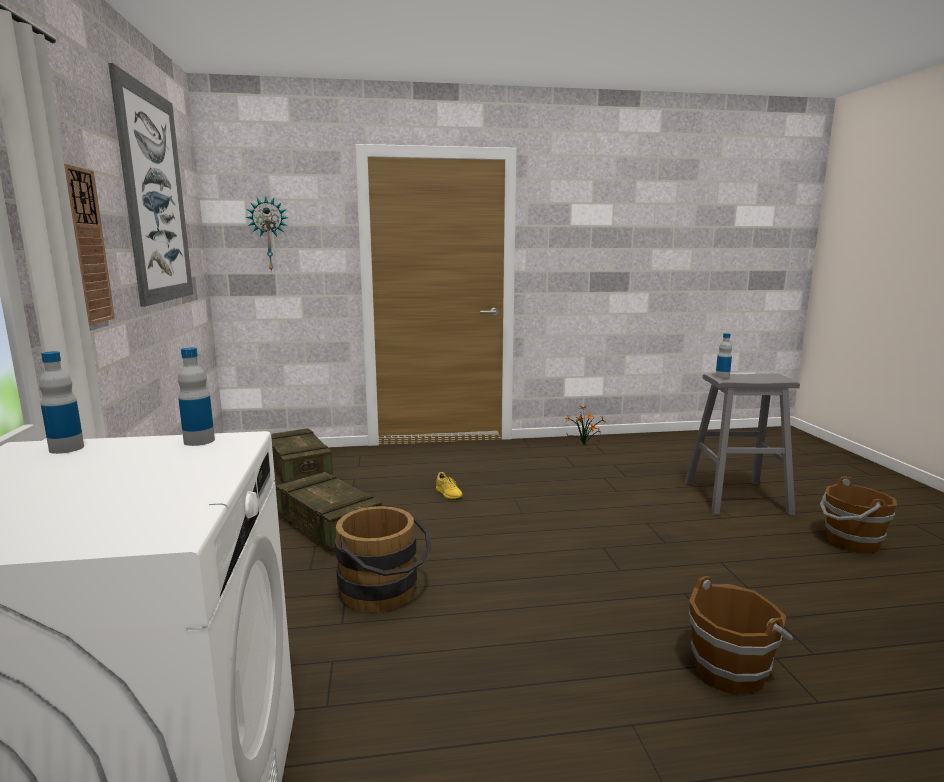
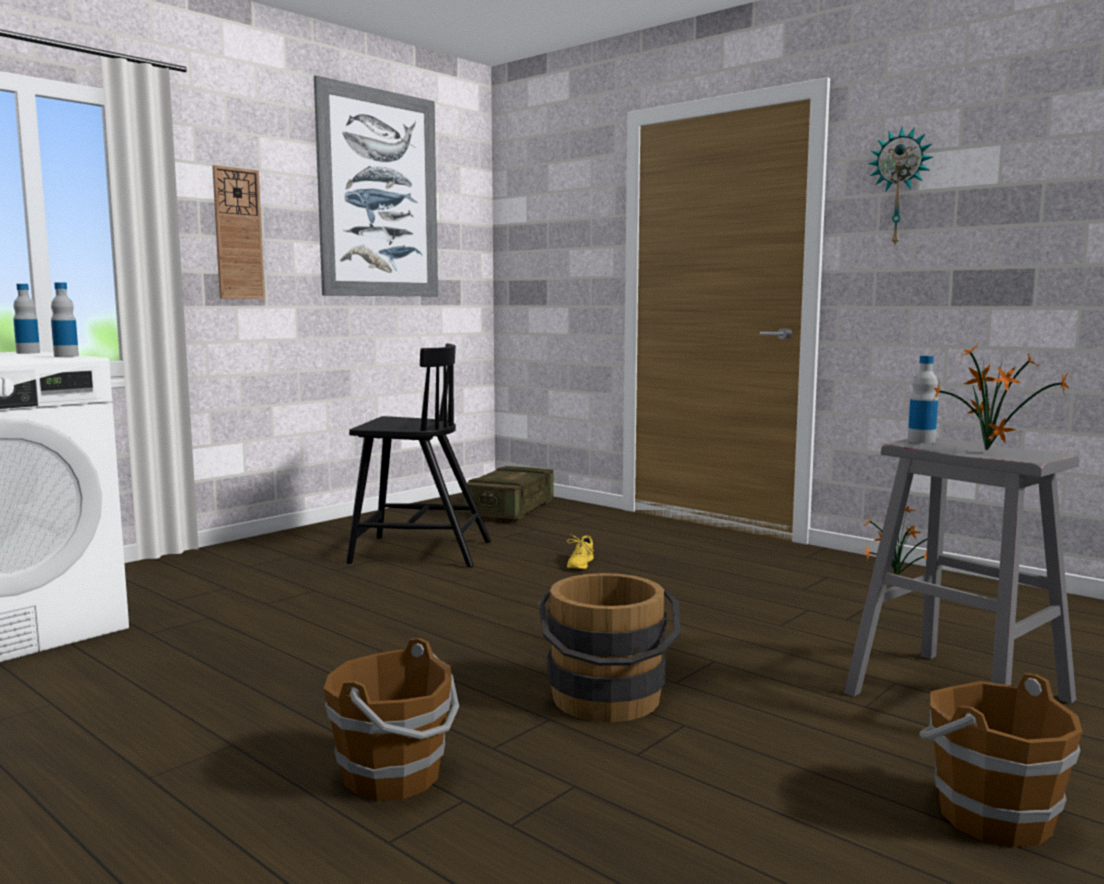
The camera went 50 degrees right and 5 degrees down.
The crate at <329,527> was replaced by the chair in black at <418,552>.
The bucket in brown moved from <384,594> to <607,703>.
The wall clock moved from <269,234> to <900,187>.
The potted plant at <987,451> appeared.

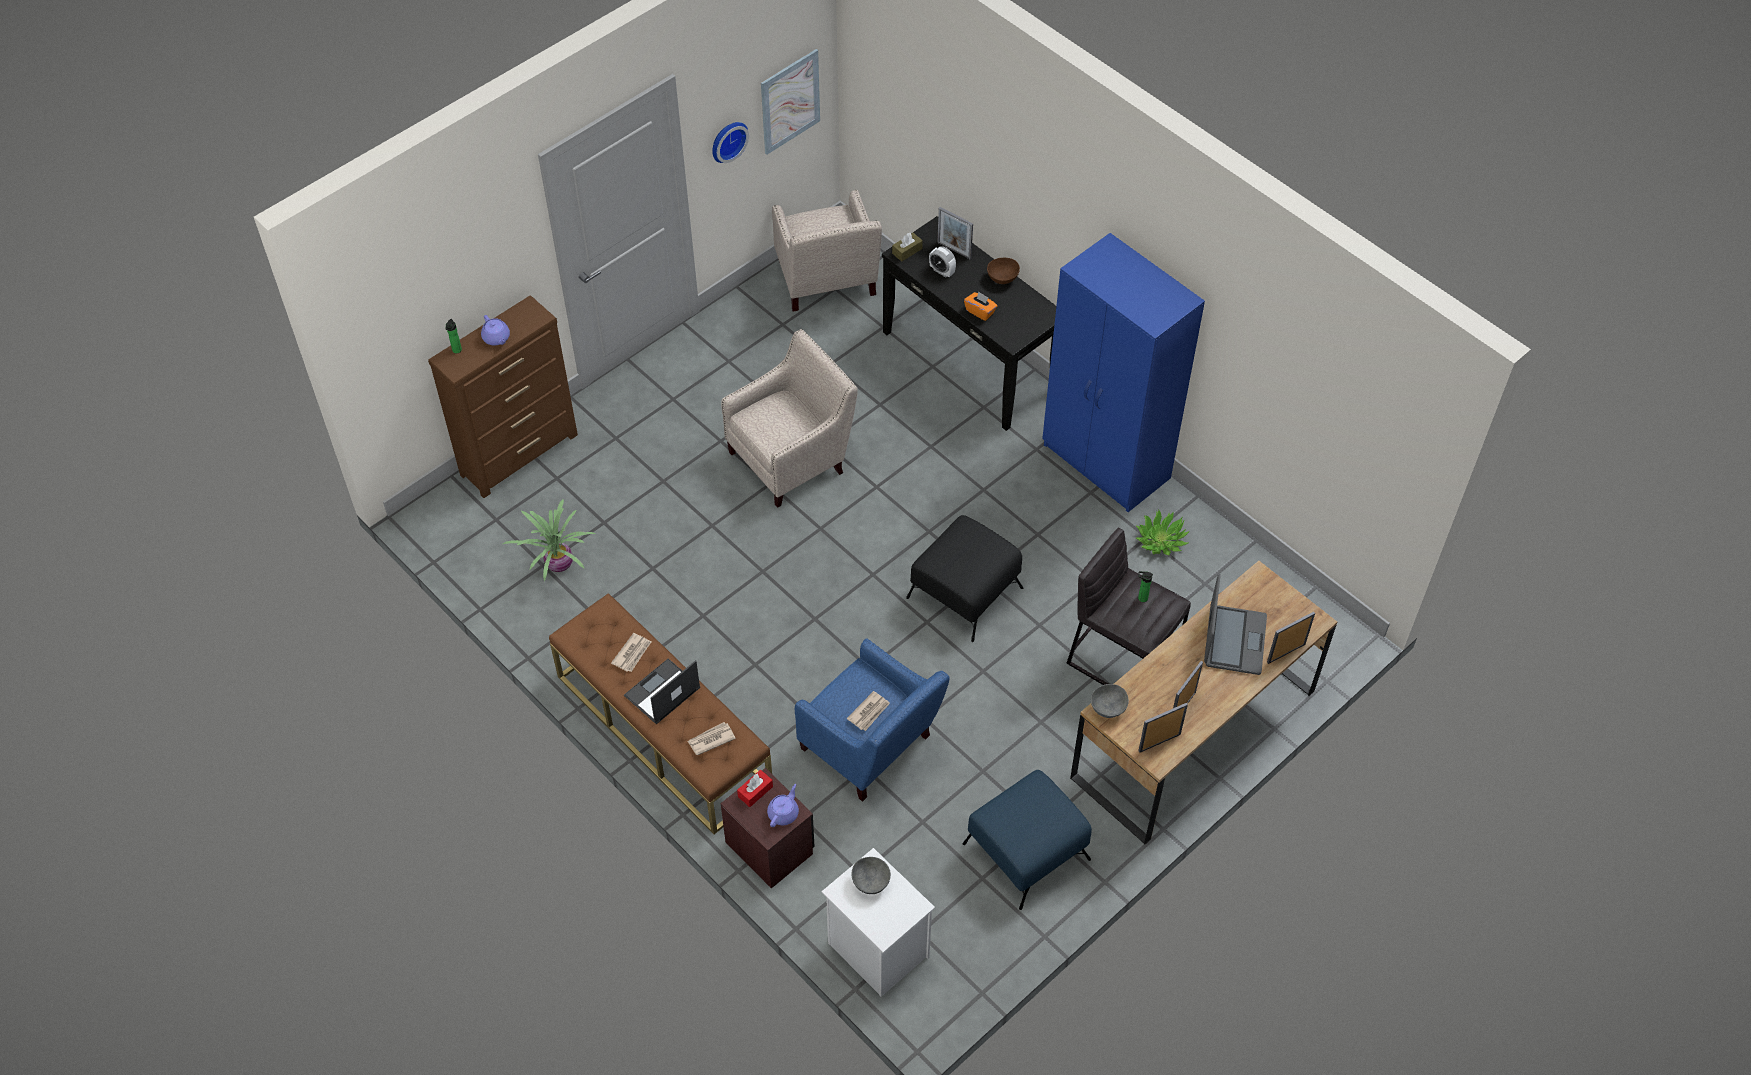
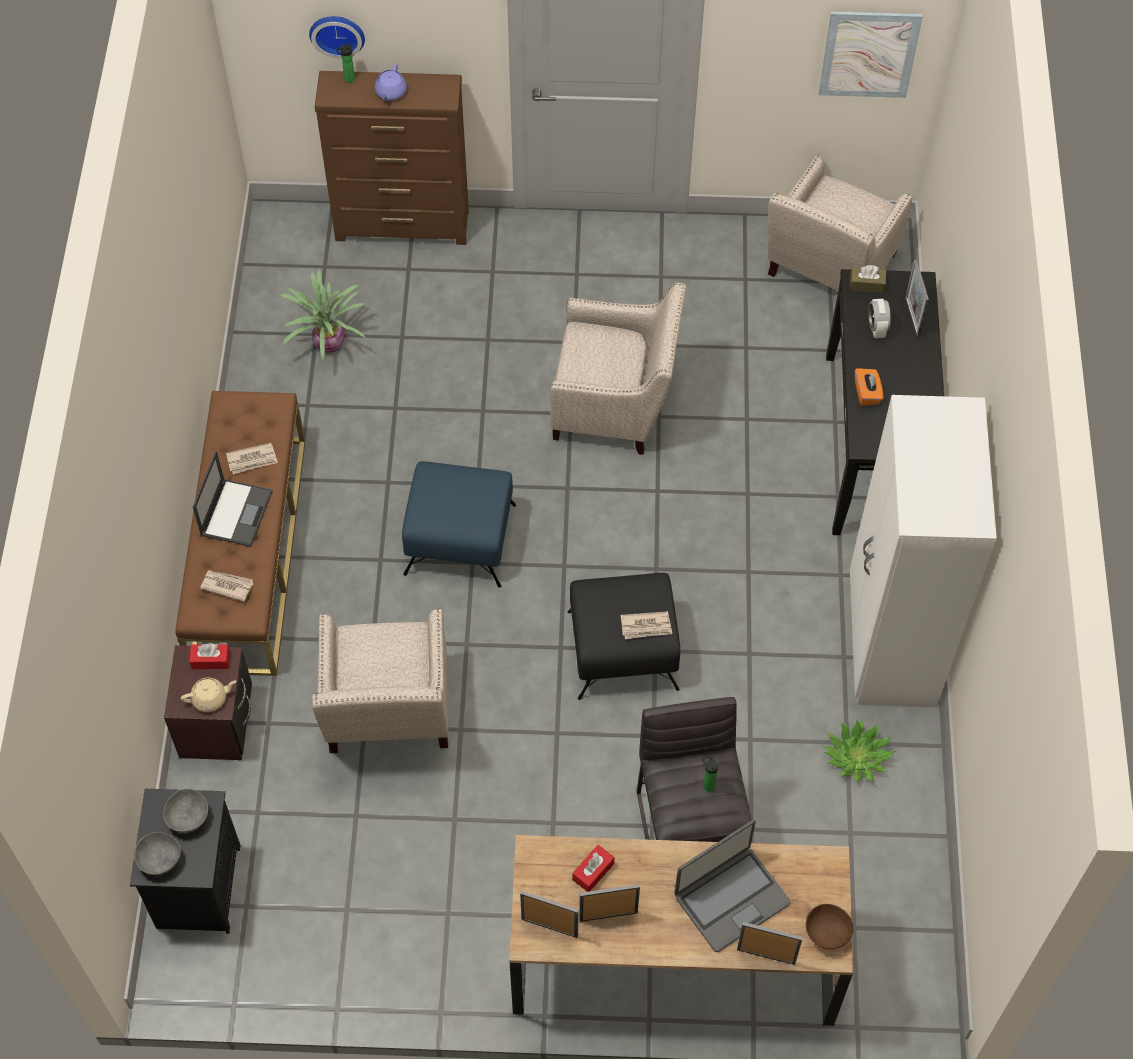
The camera went 45 degrees right and 5 degrees up.
The nightstand in white at <875,949> became the nightstand in black at <197,885>.
The bowl in grey moved from <1109,708> to <161,861>.
The teapot in purple at <783,813> became the teapot in beige at <210,698>.
The laptop at <661,692> turned 105 degrees clockwise.
The wall clock moved from <727,140> to <337,33>.
The armchair in blue at <870,749> became the armchair in beige at <387,715>.
The ottoman in blue moved from <1025,851> to <459,538>.
The tissue box in red at <593,871> appeared.
The newspaper moved from <869,712> to <646,626>.
The bowl in brown moved from <1003,279> to <827,934>.
The wardrobe in blue at <1106,463> became the wardrobe in white at <890,642>.

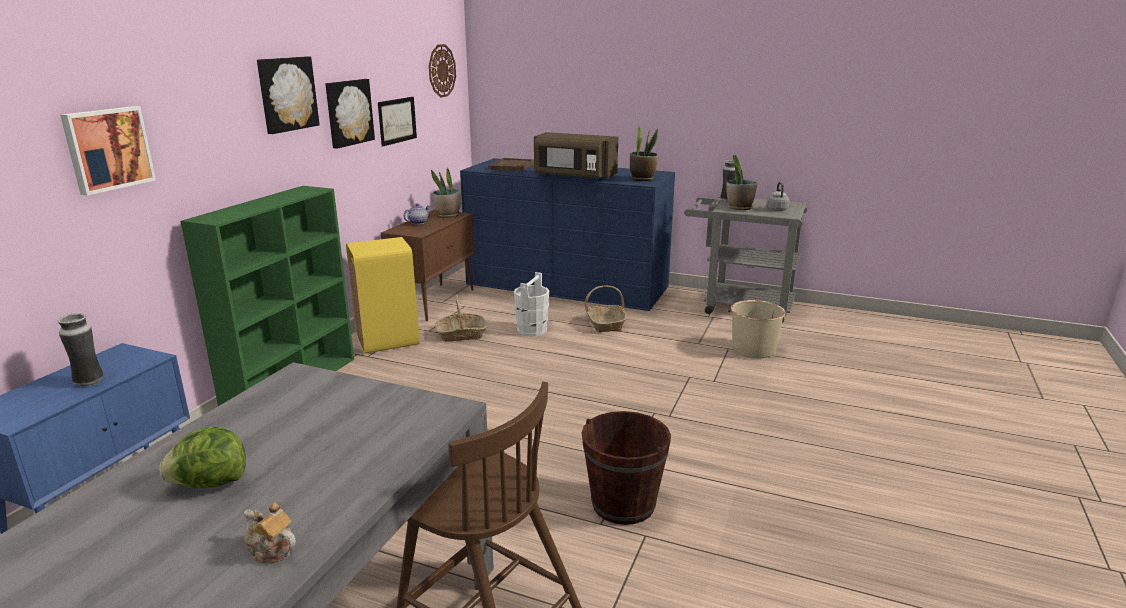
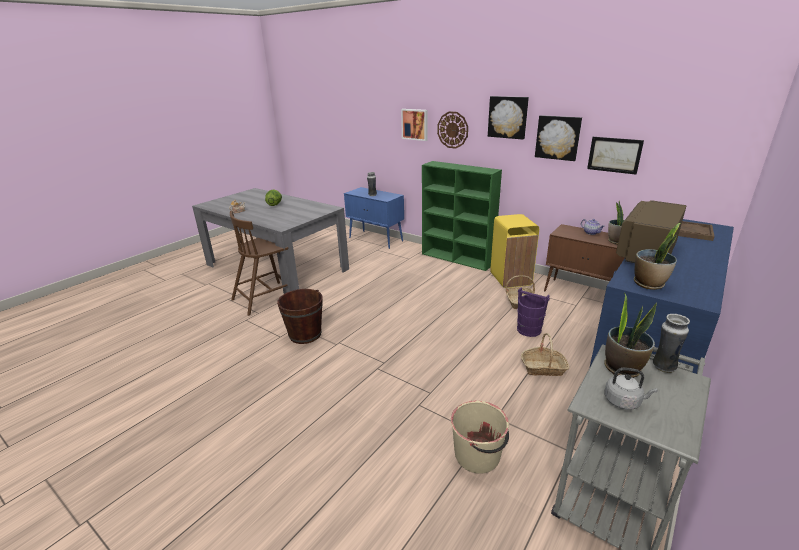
The camera went 105 degrees right and 5 degrees up.
The wall clock moved from <441,70> to <452,130>.
The bucket in white at <532,330> became the bucket in purple at <529,330>.

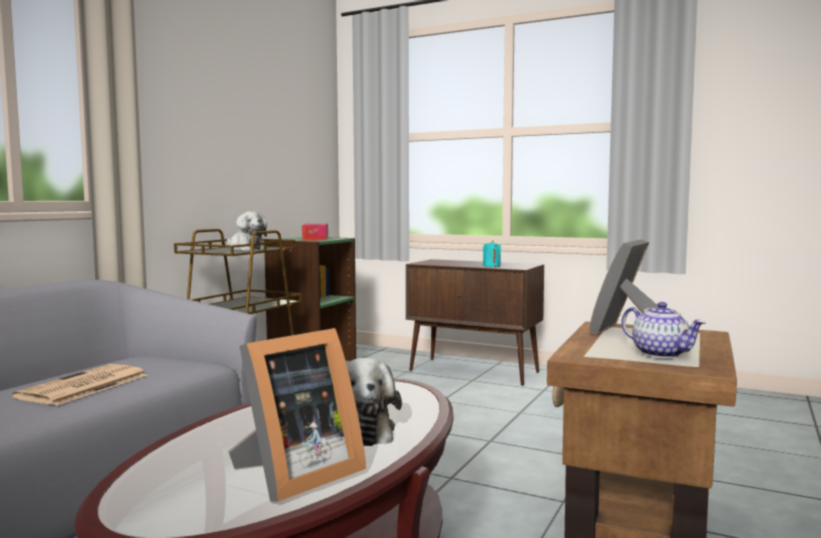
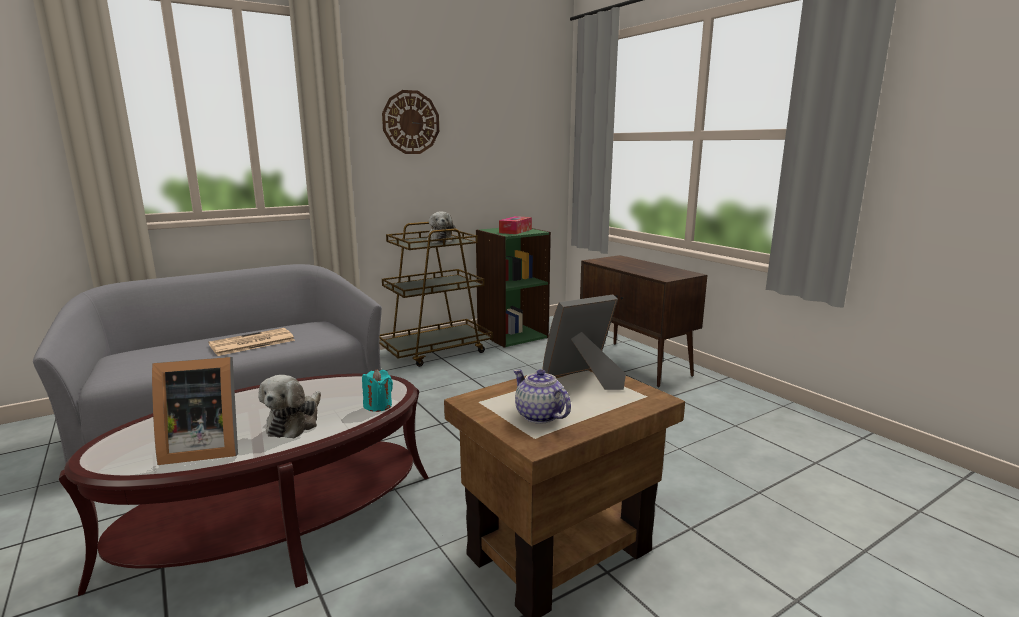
The camera went 30 degrees right and 10 degrees up.
The candle in turquoise moved from <491,266> to <378,406>.
The wall clock at <411,122> appeared.
The teapot at <661,354> turned 150 degrees clockwise.

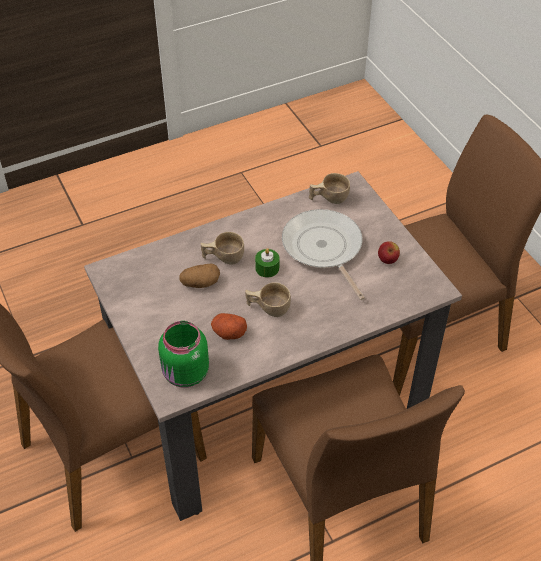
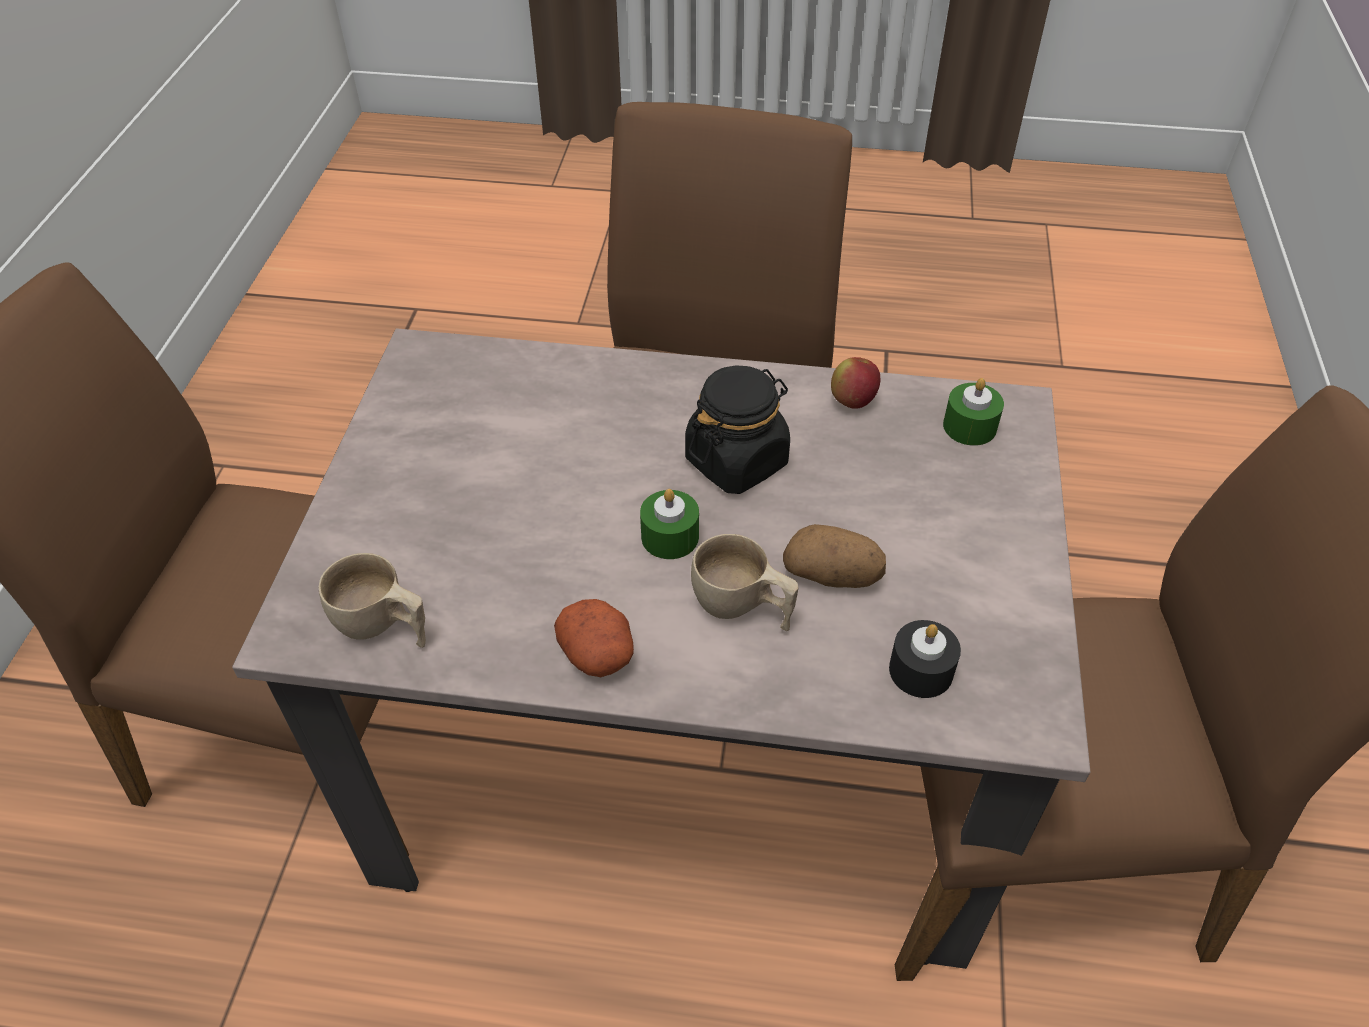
The camera went 145 degrees left and 0 degrees up.
The potato moved from <228,333> to <598,654>.
The cup in beige at <268,308> was replaced by the jar in black at <737,461>.
The apple moved from <387,260> to <852,401>.
The candle in black at <921,670> appeared.
The jar in green at <185,374> was replaced by the candle in green at <969,426>.
The frying pan at <323,249> disappeared.

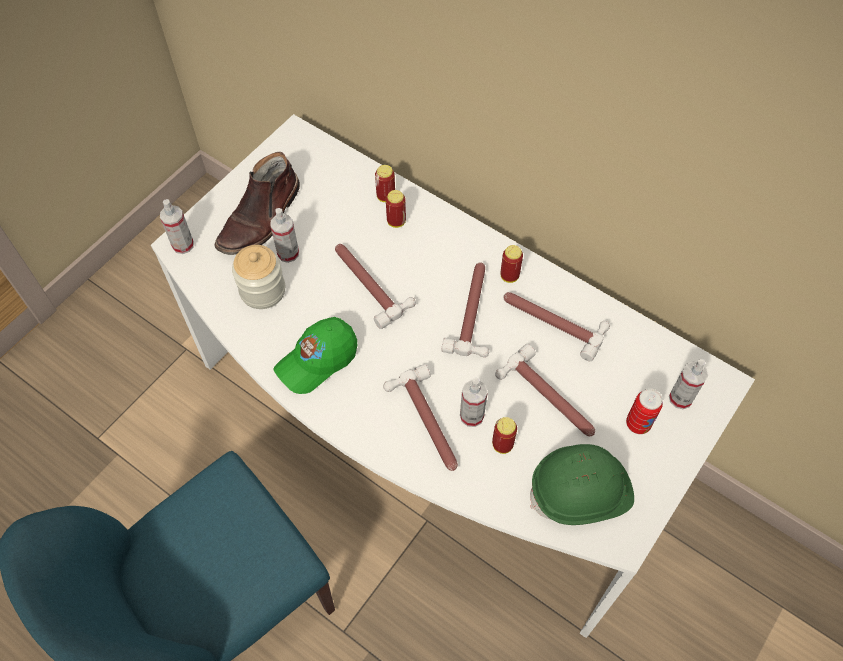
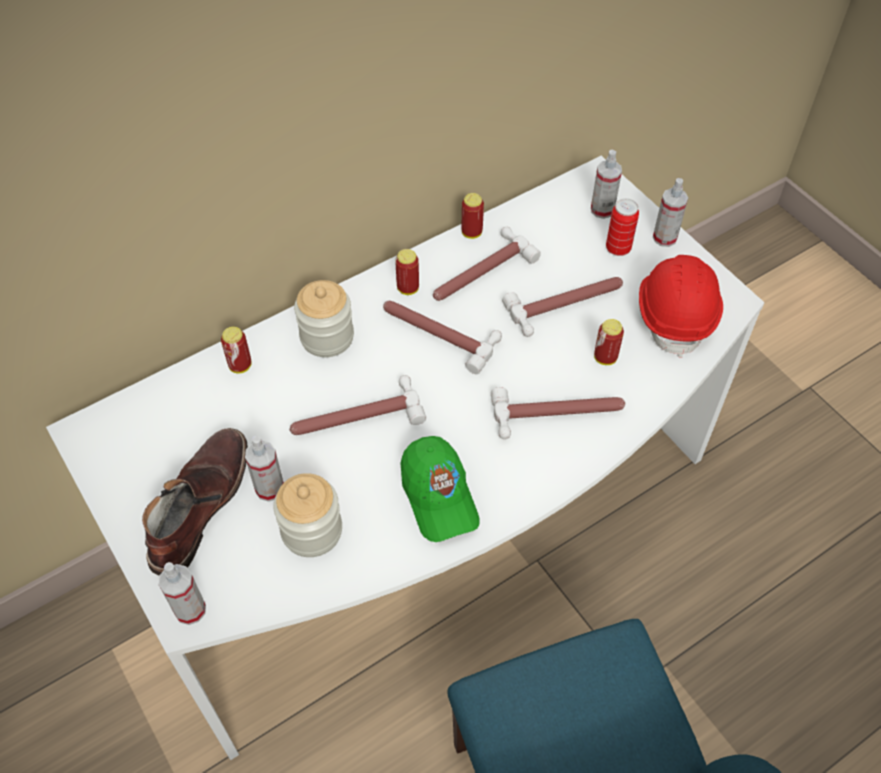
The camera went 70 degrees left and 5 degrees down.
The boot in brown at <261,218> turned 120 degrees counterclockwise.
The jar at <327,337> appeared.
The can moved from <396,221> to <471,232>.
The hard hat in green at <581,493> became the hard hat in red at <676,314>.
The spray bottle moved from <471,416> to <664,238>.

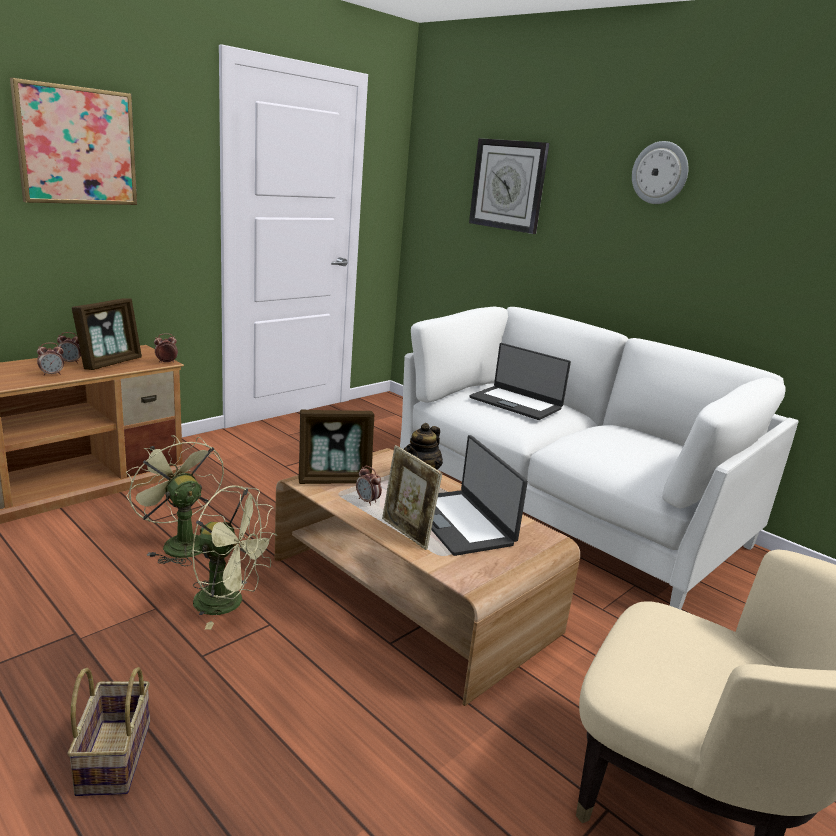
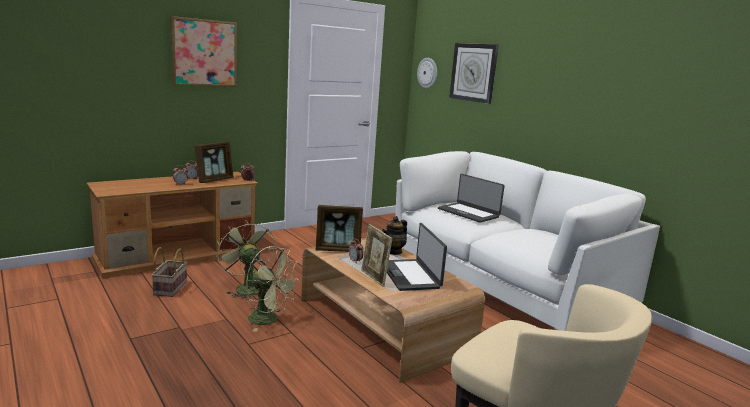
The camera went 10 degrees right and 5 degrees down.
The basket moved from <113,755> to <170,288>.
The wall clock moved from <660,173> to <427,73>.

